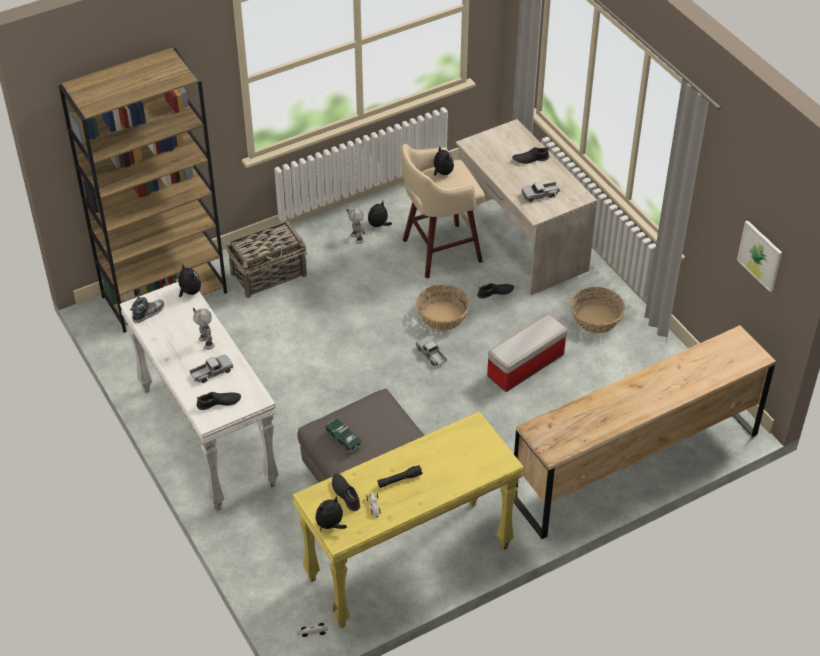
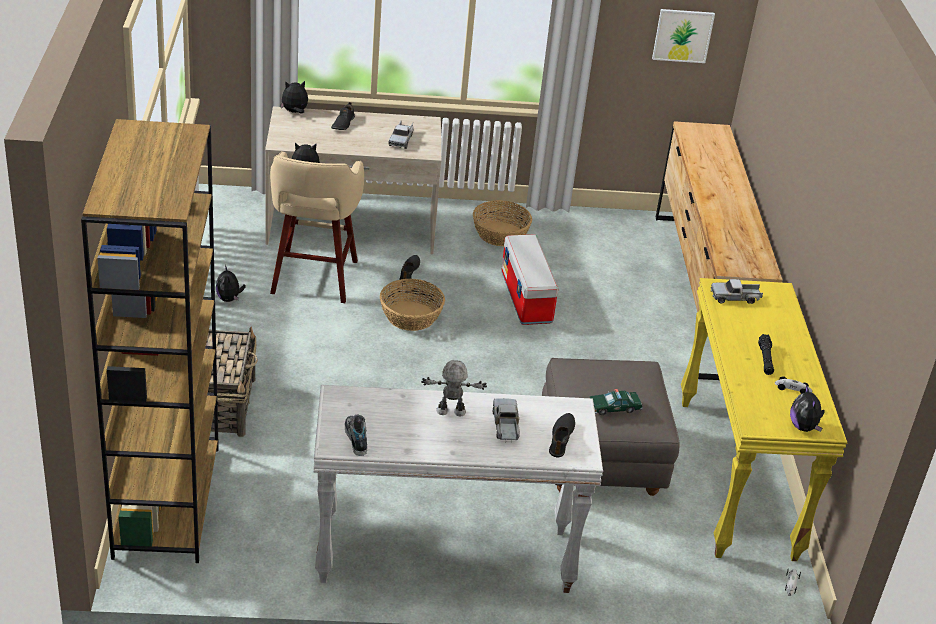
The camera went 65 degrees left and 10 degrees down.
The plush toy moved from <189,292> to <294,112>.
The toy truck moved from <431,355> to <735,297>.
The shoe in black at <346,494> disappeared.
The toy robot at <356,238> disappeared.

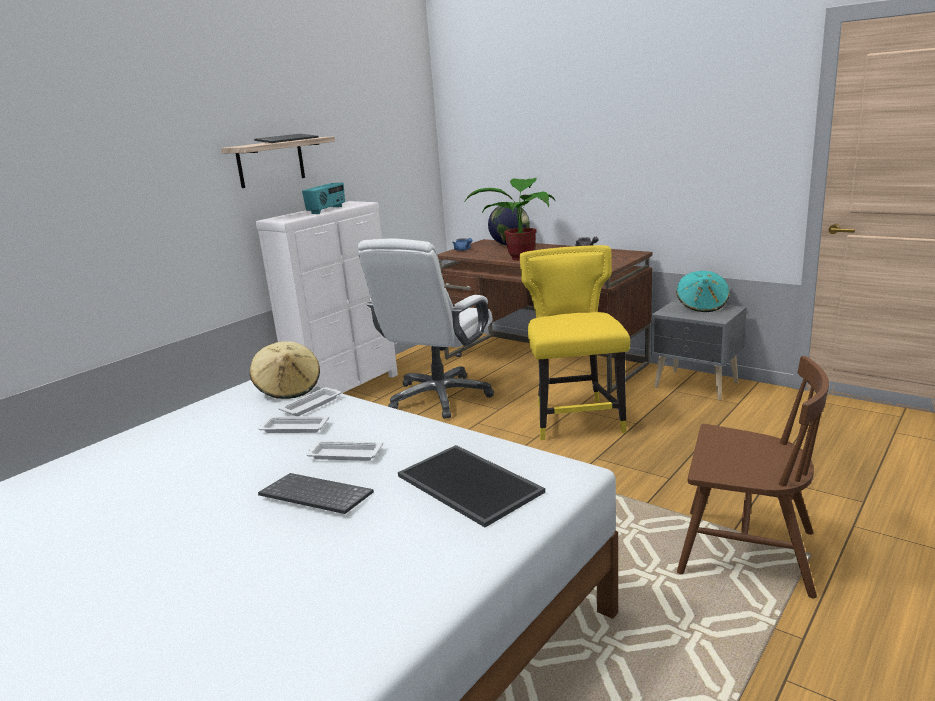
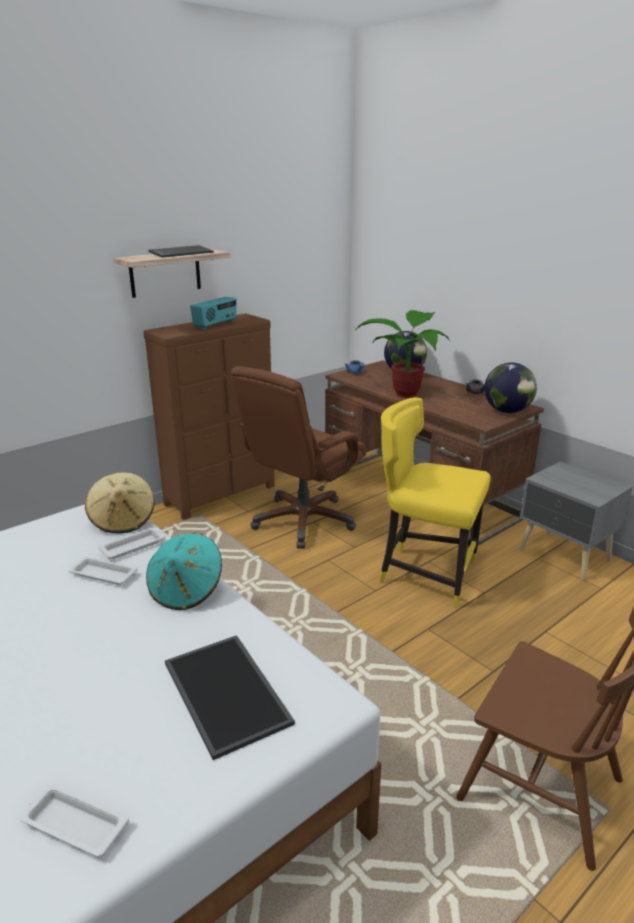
The camera went 10 degrees right and 5 degrees up.
The tray in white moved from <344,455> to <73,824>.
The dresser in white at <347,390> became the dresser in brown at <222,495>.
The hat in turquoise moved from <702,306> to <186,591>.
The office chair in white at <439,397> became the office chair in brown at <303,521>.
The chair in yellow at <575,418> turned 75 degrees counterclockwise.
The globe at <507,411> appeared.
The keyboard at <313,496> disappeared.

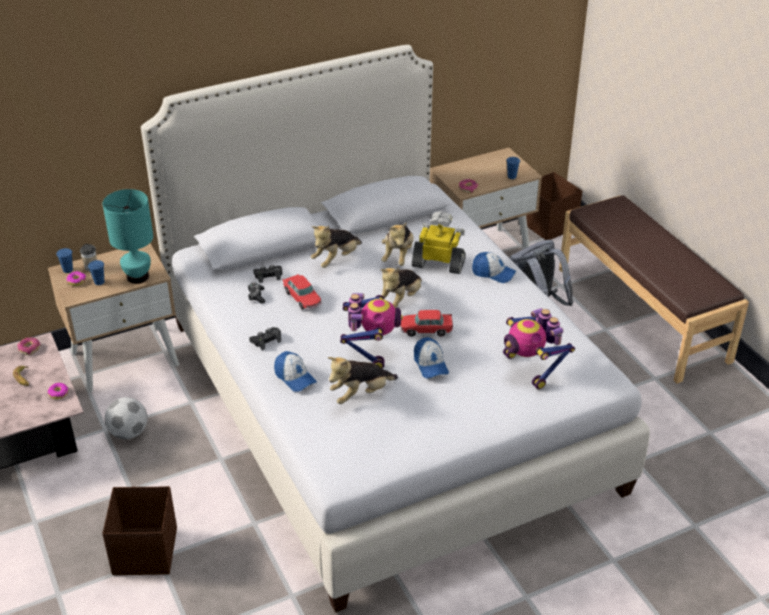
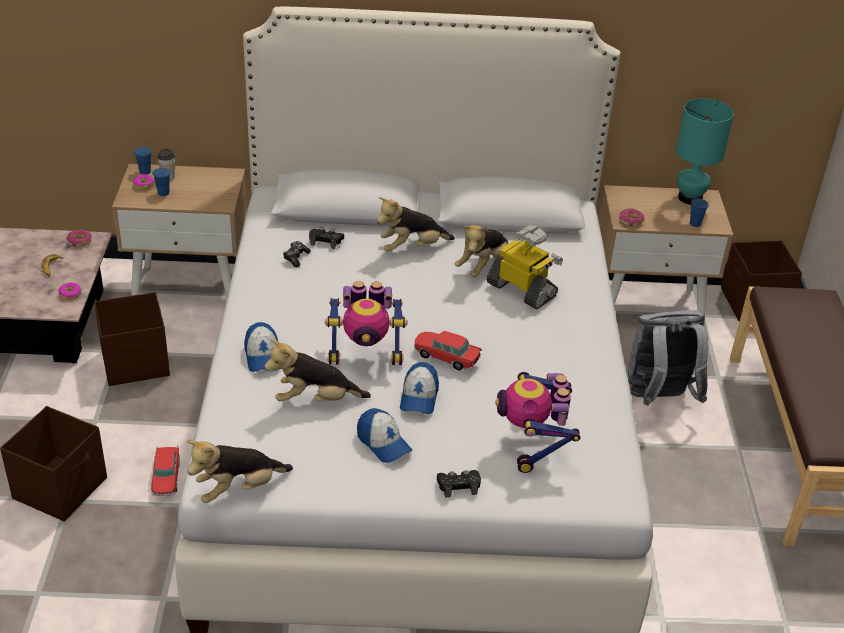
The camera went 25 degrees right and 0 degrees up.
The football at <128,433> was replaced by the storage box in brown at <136,363>.
The toy car moved from <302,298> to <166,478>.
The plush toy moved from <400,300> to <238,489>.
The toy robot at <370,350> turned 60 degrees clockwise.
The cap moved from <493,273> to <383,443>.
The game controller in black moved from <266,341> to <458,486>.
The table lamp in turquoise moved from <137,277> to <689,198>.

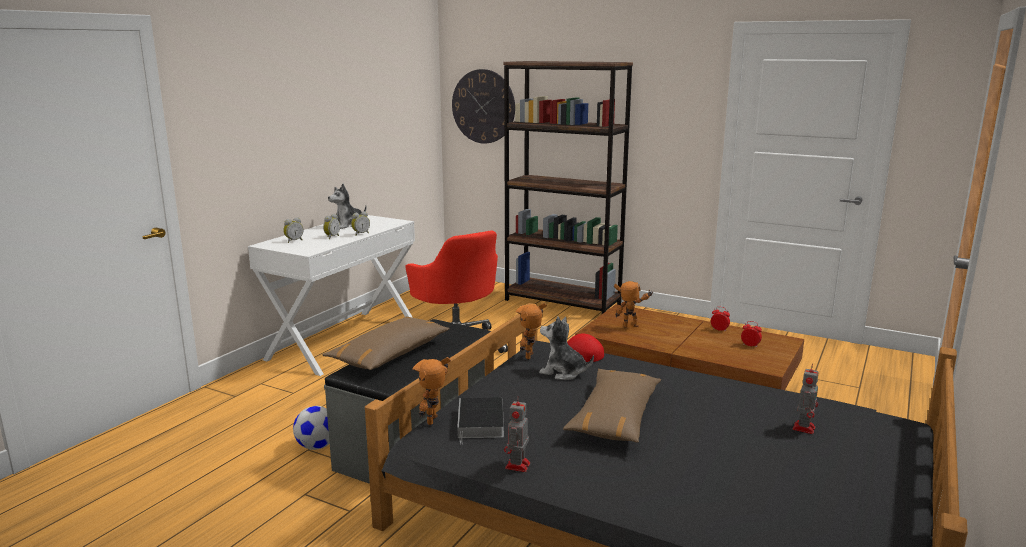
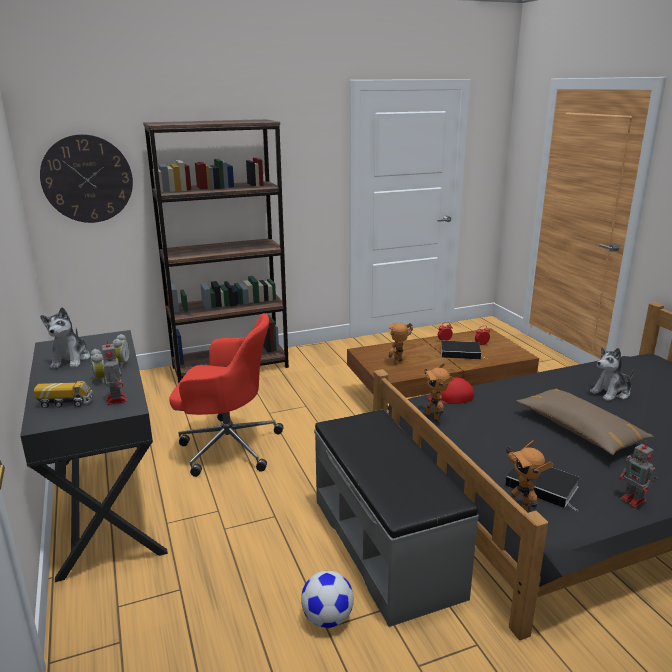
The camera went 50 degrees left and 5 degrees up.
The desk in white at <343,341> became the desk in black at <106,504>.
The alarm clock at <293,241> was replaced by the toy truck at <66,403>.
The toy robot moved from <804,427> to <116,399>.
The book at <461,353> appeared.
The plush toy moved from <563,372> to <611,393>.
The pillow in brown at <390,354> disappeared.

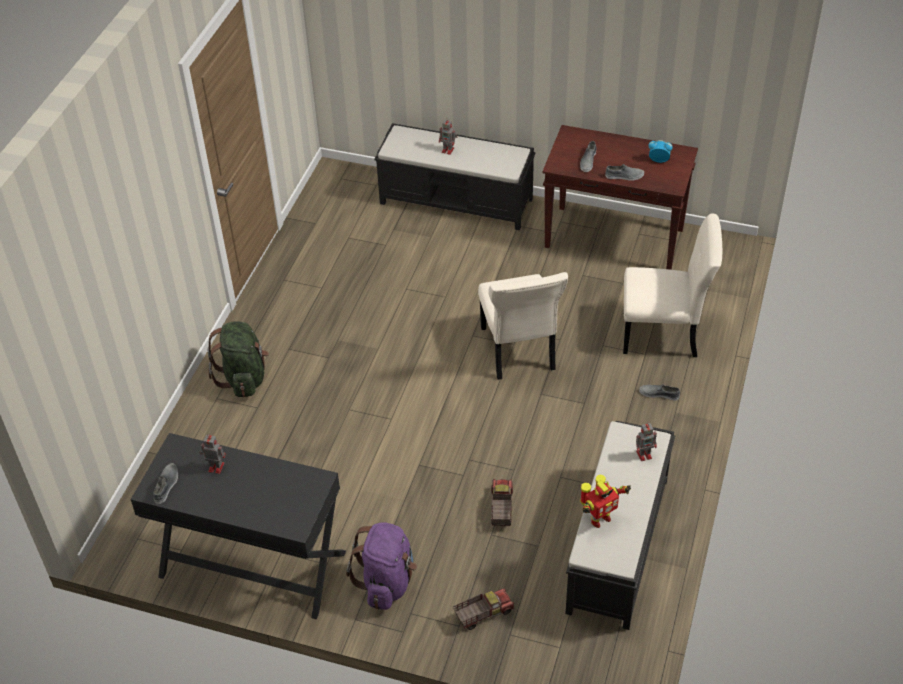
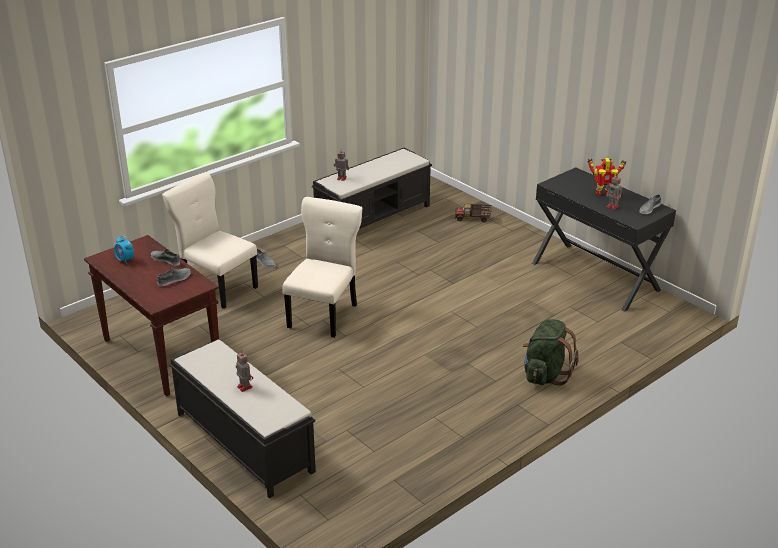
The camera went 150 degrees left and 15 degrees down.
The toy robot moved from <599,519> to <603,194>.
The backpack in purple at <387,582> disappeared.
The toy truck at <501,508> disappeared.

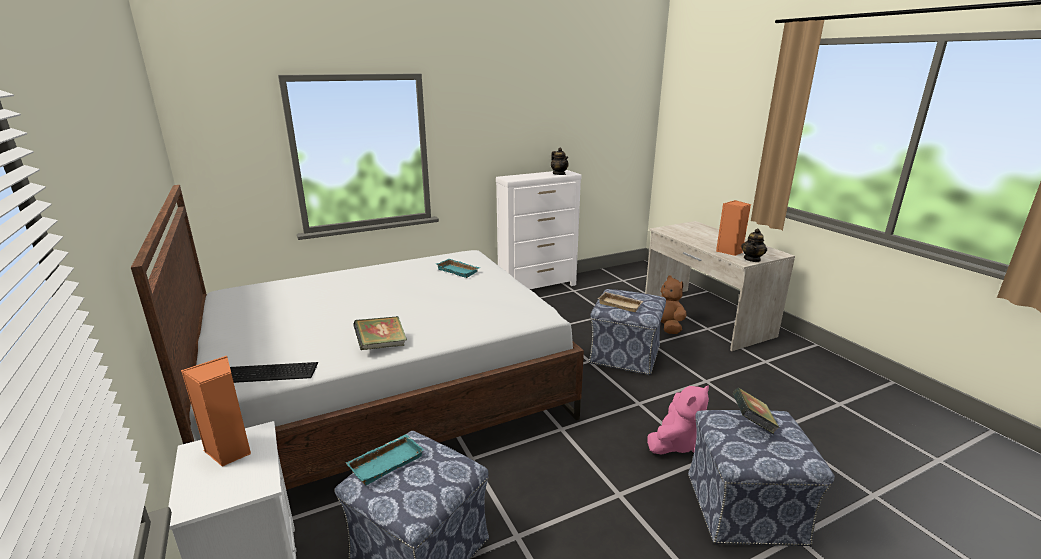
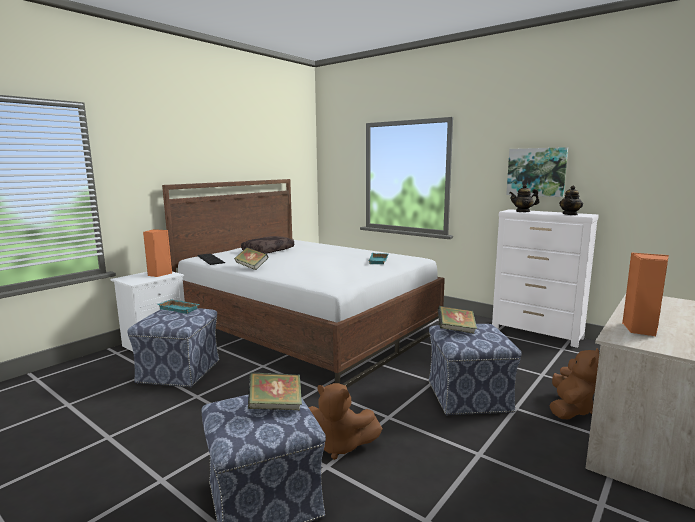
The camera went 65 degrees right and 10 degrees down.
The pillow in brown at <268,250> appeared.
The plush toy in pink at <674,443> became the plush toy in brown at <340,445>.
The tray in beige at <621,304> was replaced by the book at <456,330>.
The picture at <536,172> appeared.
The teapot moved from <752,259> to <523,211>.

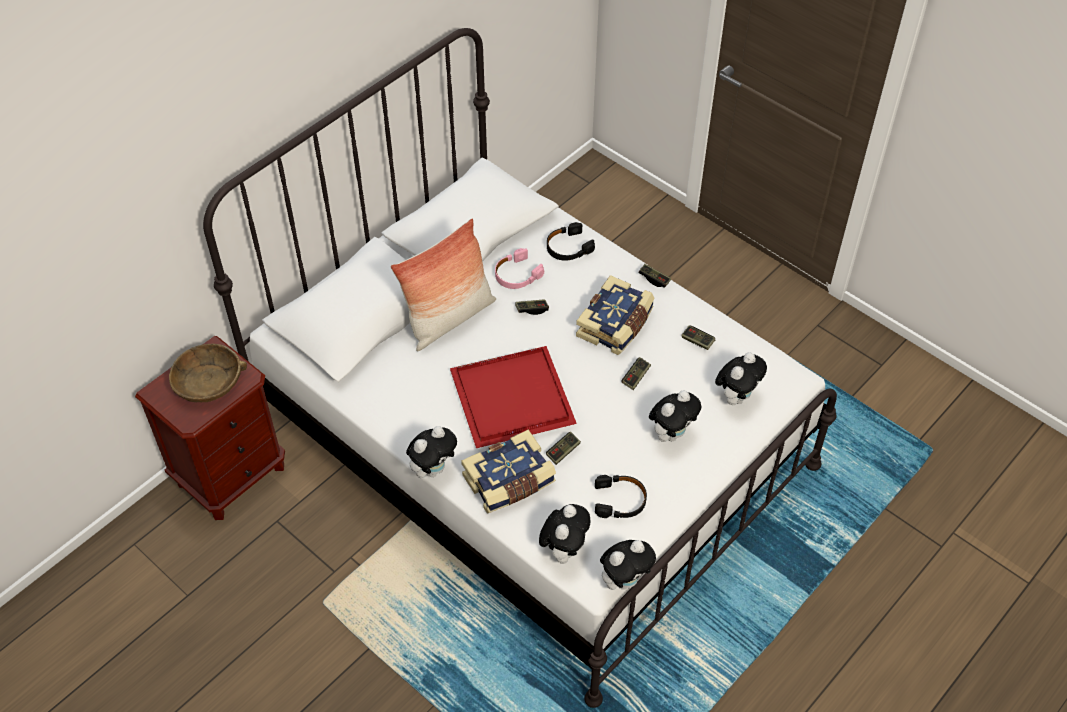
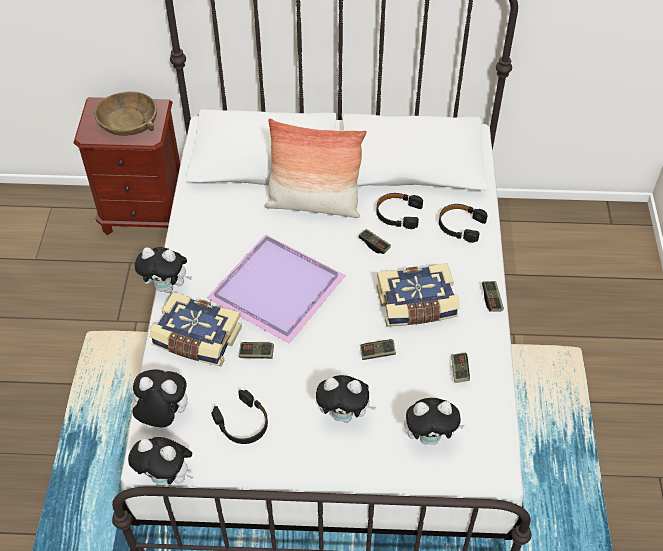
The camera went 50 degrees right and 0 degrees up.
The plush toy at <564,549> turned 150 degrees counterclockwise.
The tray in red at <511,400> became the tray in purple at <274,290>.
The headphones in pink at <517,275> became the headphones in black at <398,214>.

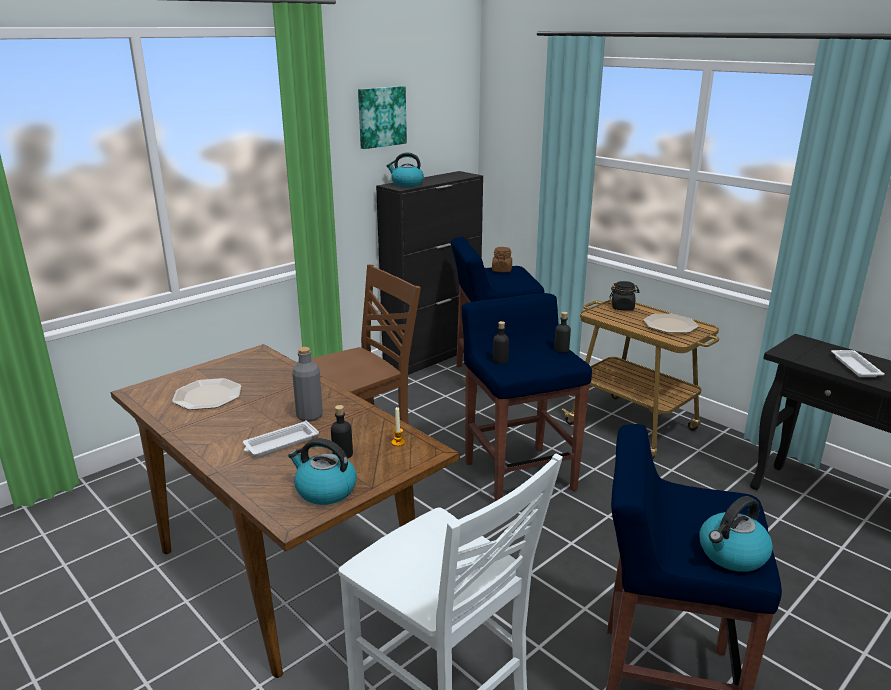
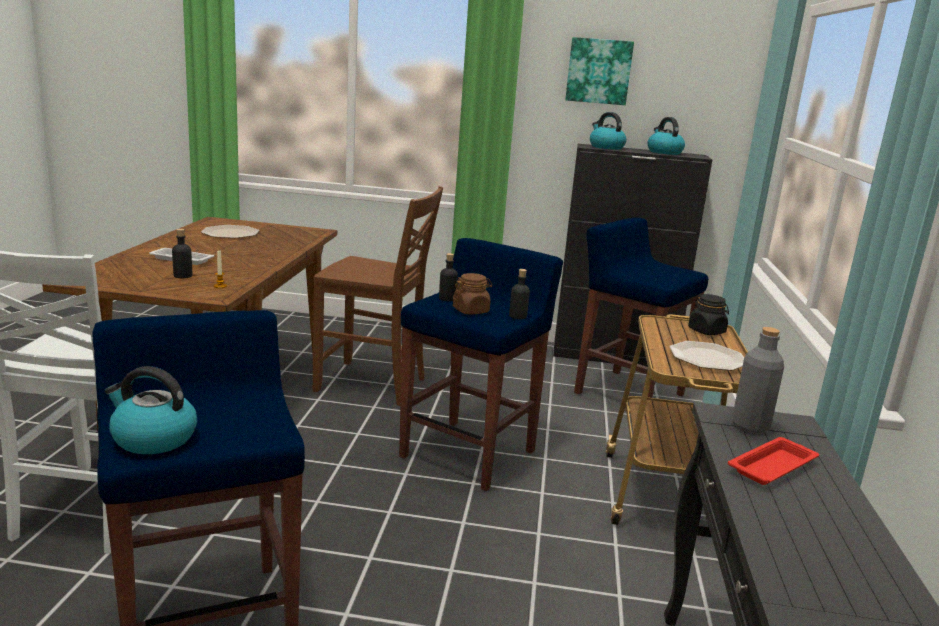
The camera went 50 degrees right and 5 degrees down.
The jar in brown moved from <501,270> to <471,311>.
The kettle moved from <325,490> to <664,152>.
The tray in white at <854,366> became the tray in red at <773,466>.
The bottle in grey moved from <309,416> to <750,426>.

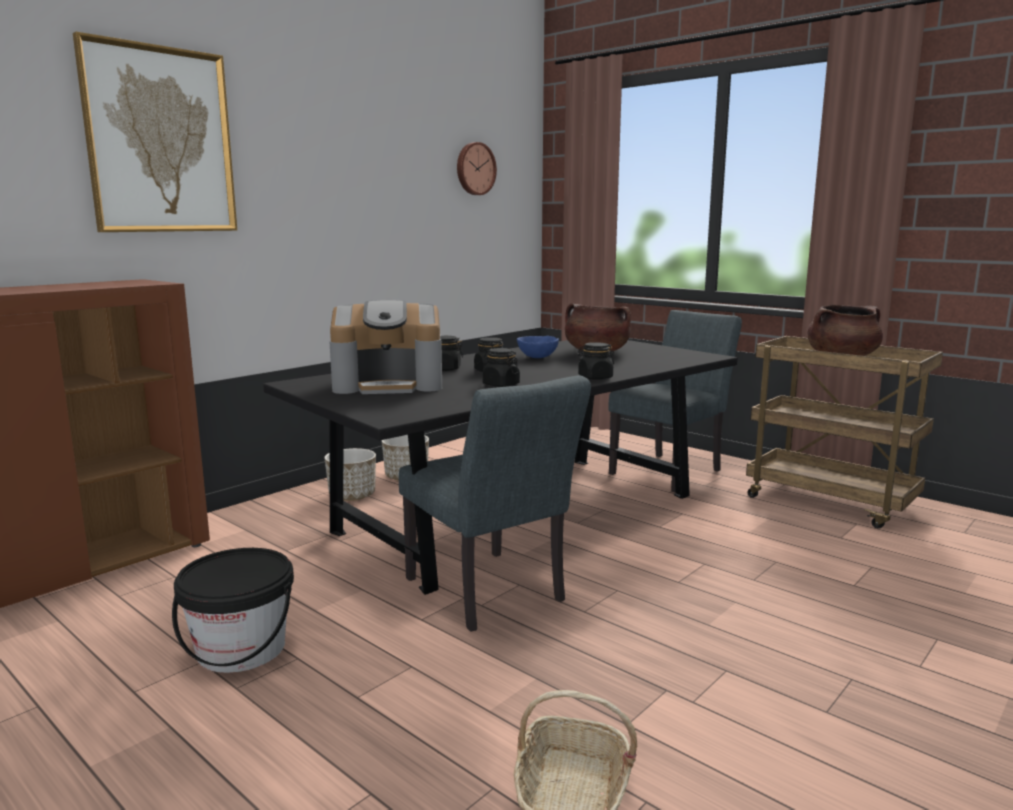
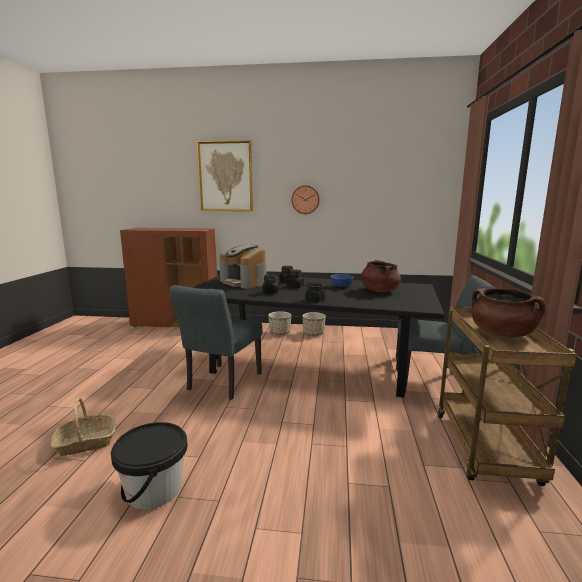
The camera went 55 degrees right and 0 degrees up.
The bucket in black moved from <241,649> to <154,489>.
The wall clock moved from <474,169> to <305,199>.

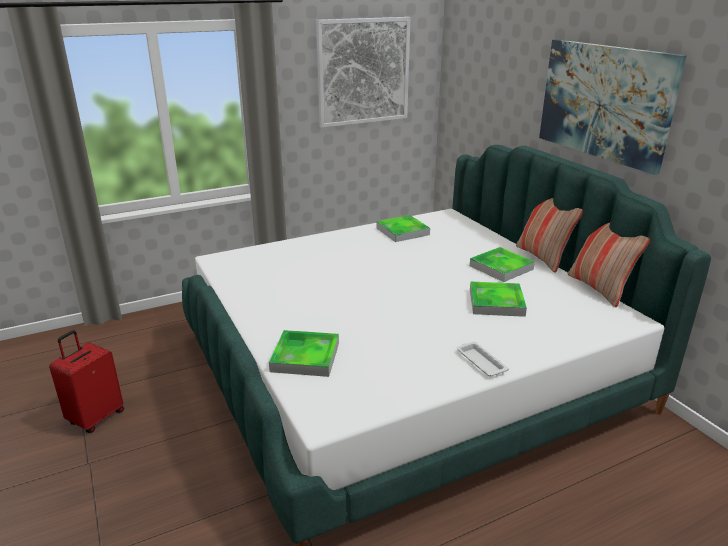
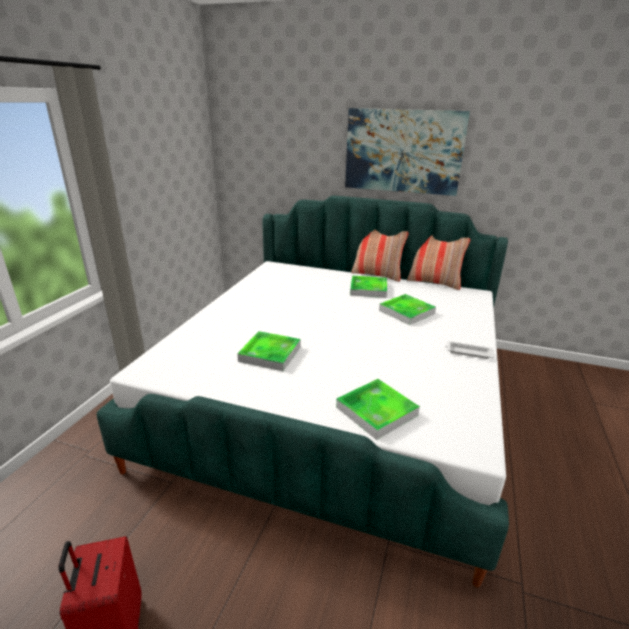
The camera went 45 degrees left and 0 degrees up.
The tray moved from <402,231> to <270,354>.
The picture at <363,72> disappeared.

